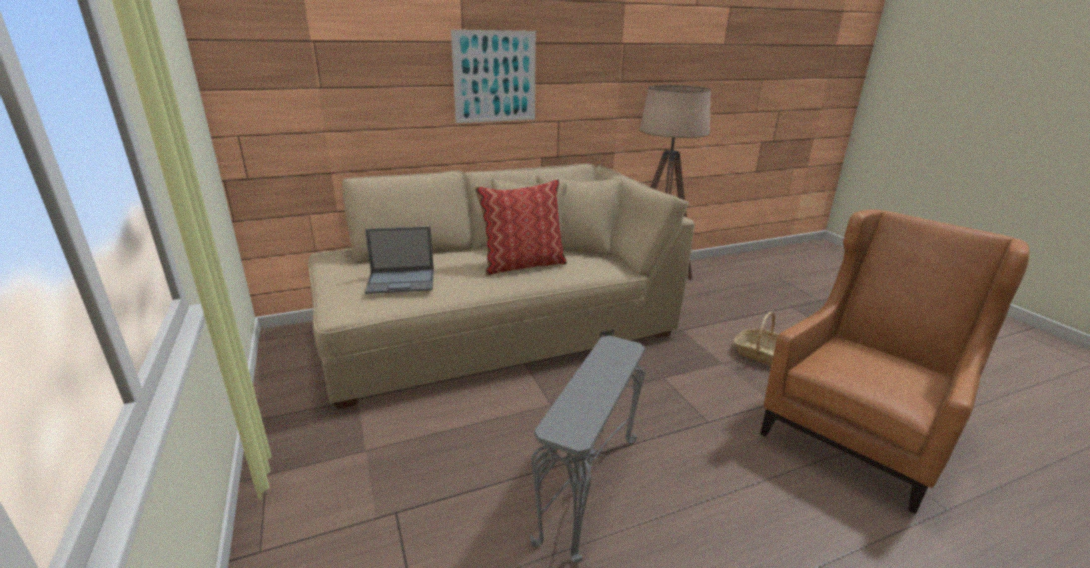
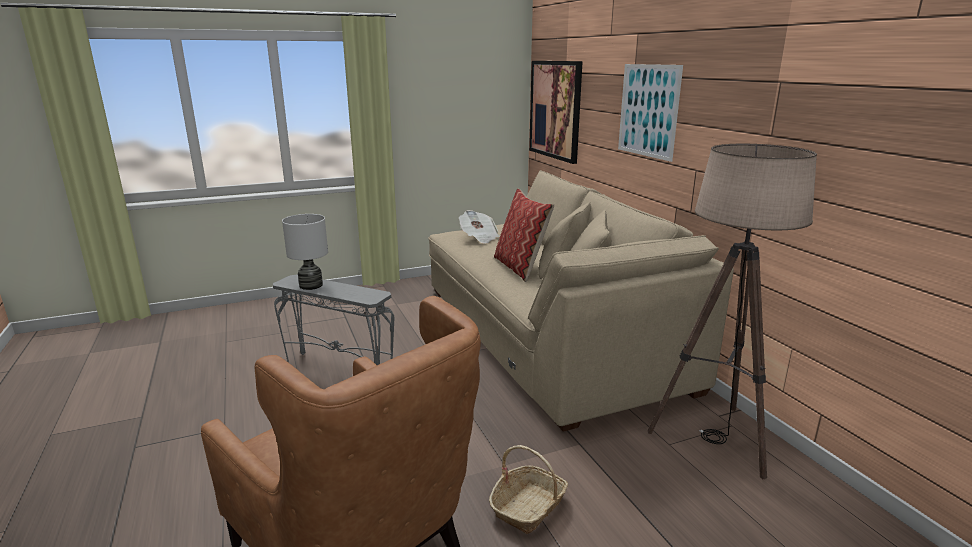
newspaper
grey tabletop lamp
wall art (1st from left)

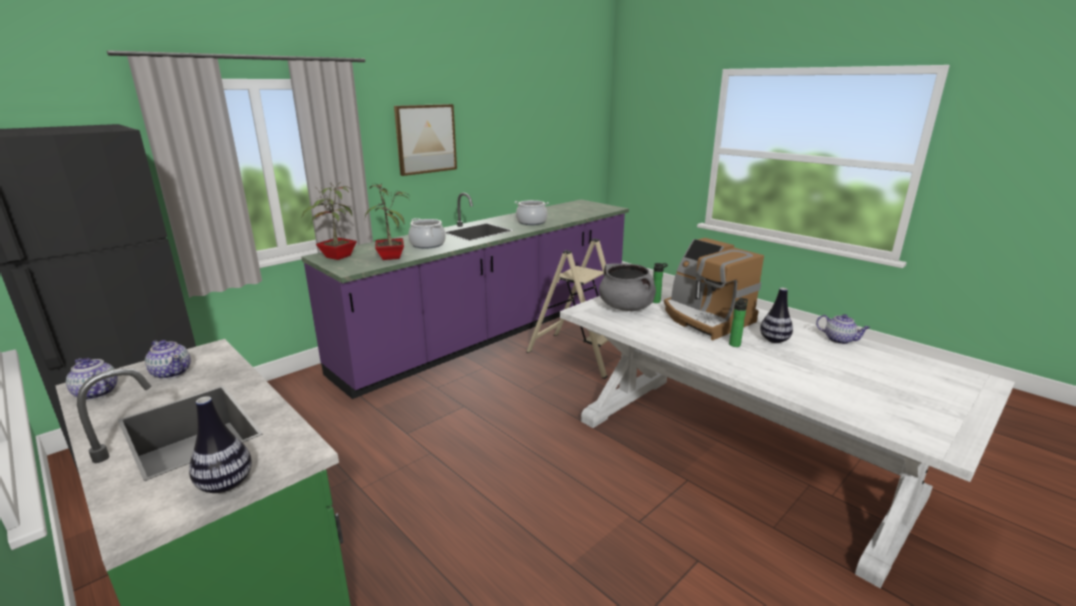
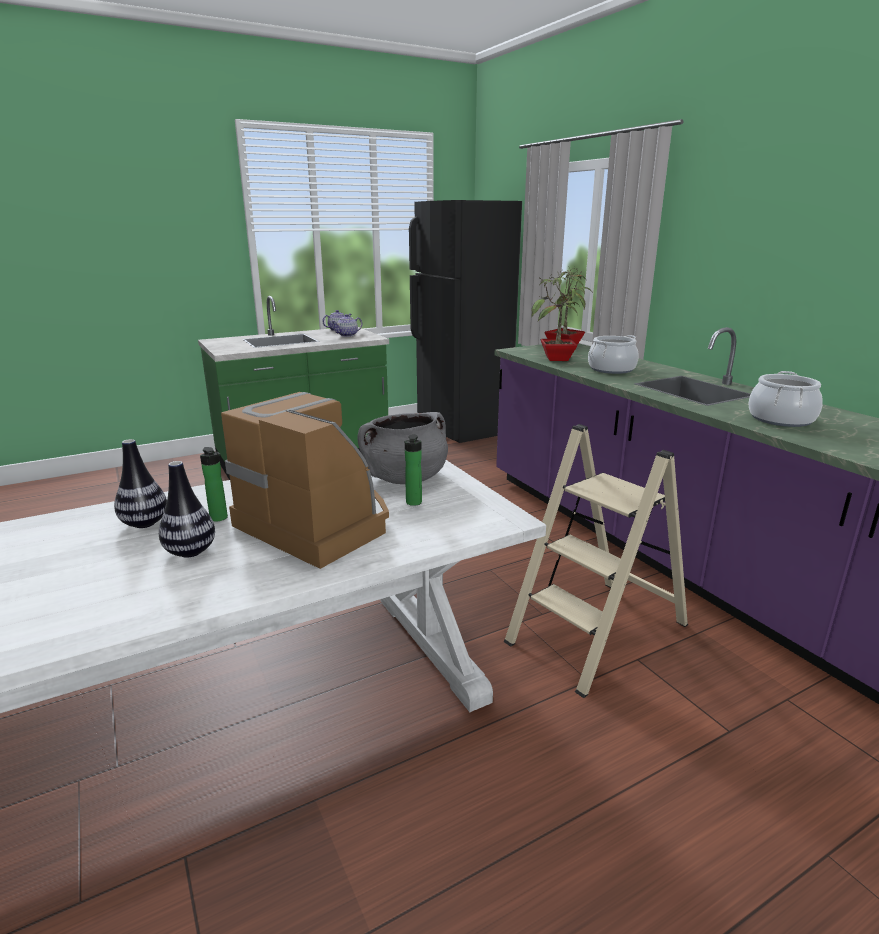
flower vase (1st from left)
wall art
coffee brewer
tea pot (3rd from left in the first image)

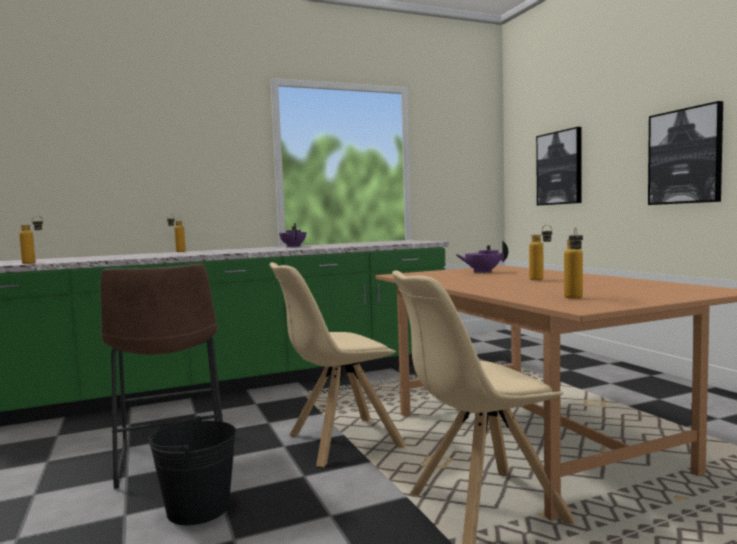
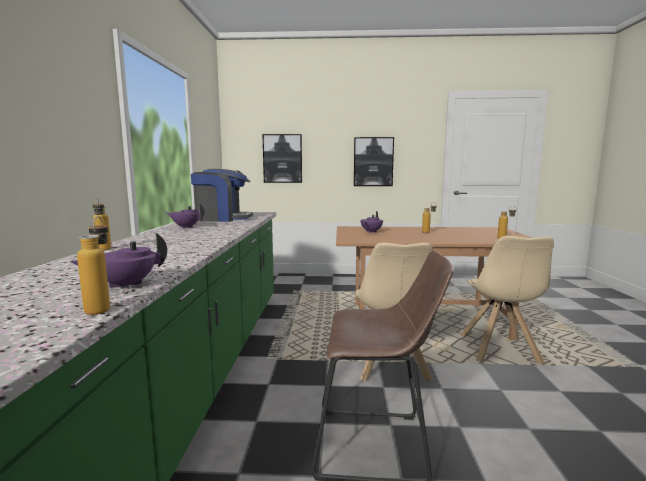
black pail
purple-coloured tea pot (1st from left)
coffee brewer

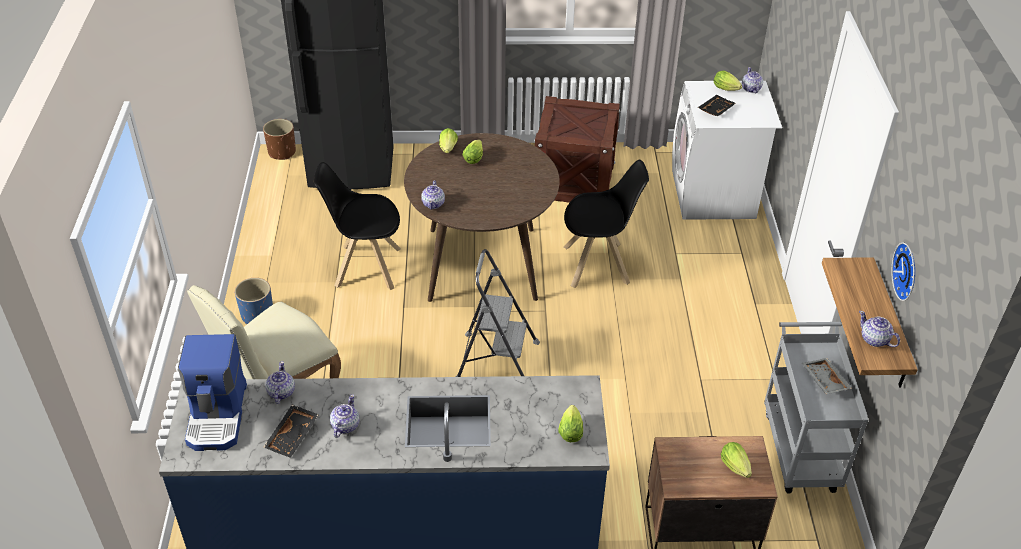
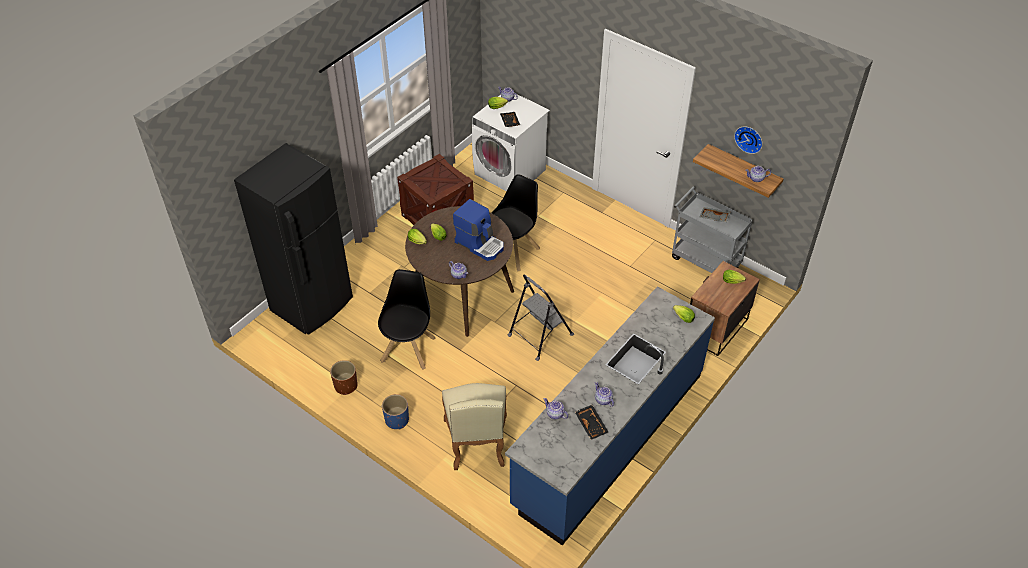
coffee brewer
brown-coloured planter
black chair (1st from left)

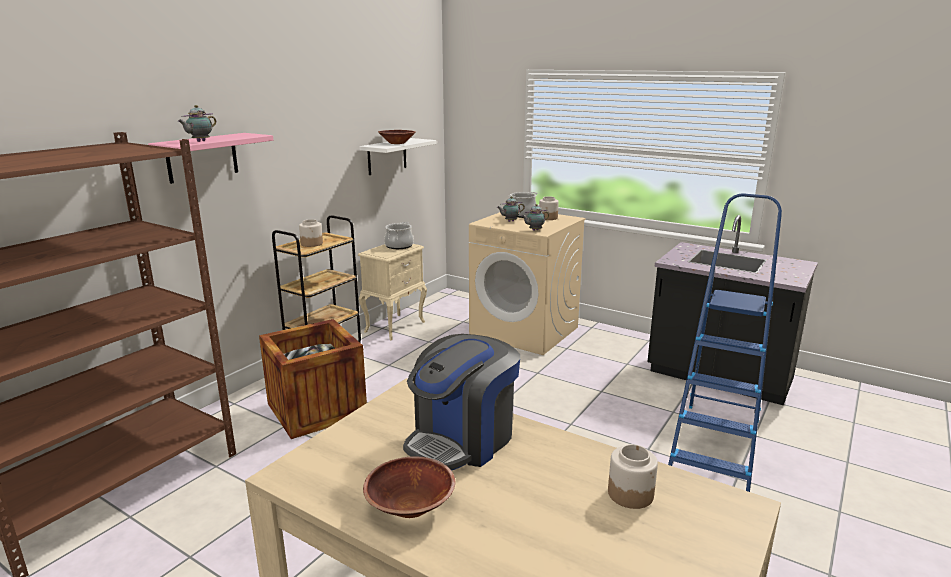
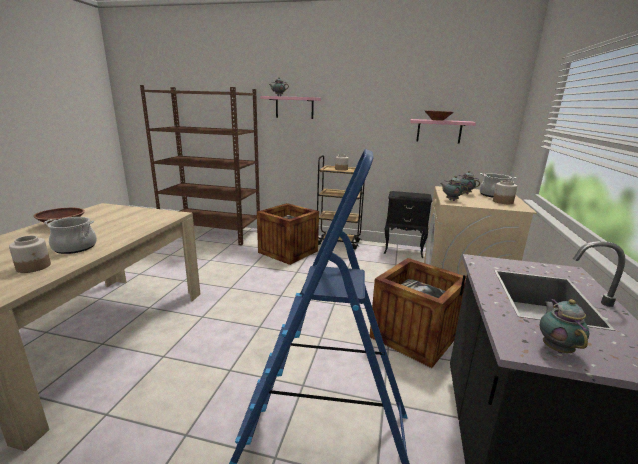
black nightstand
pinkish wall shelf (2nd from left)
stockpot (1st from left)
coffee brewer
crate (2nd from left)
tea pot (4th from left)

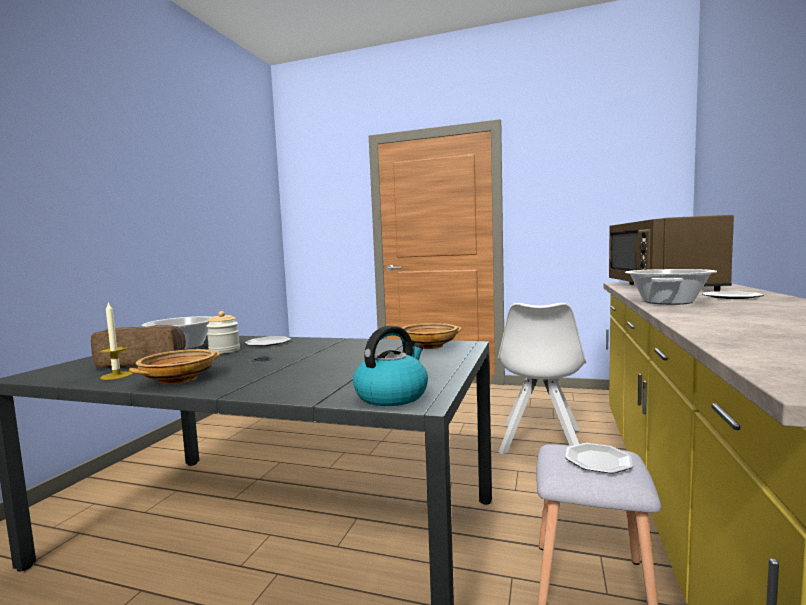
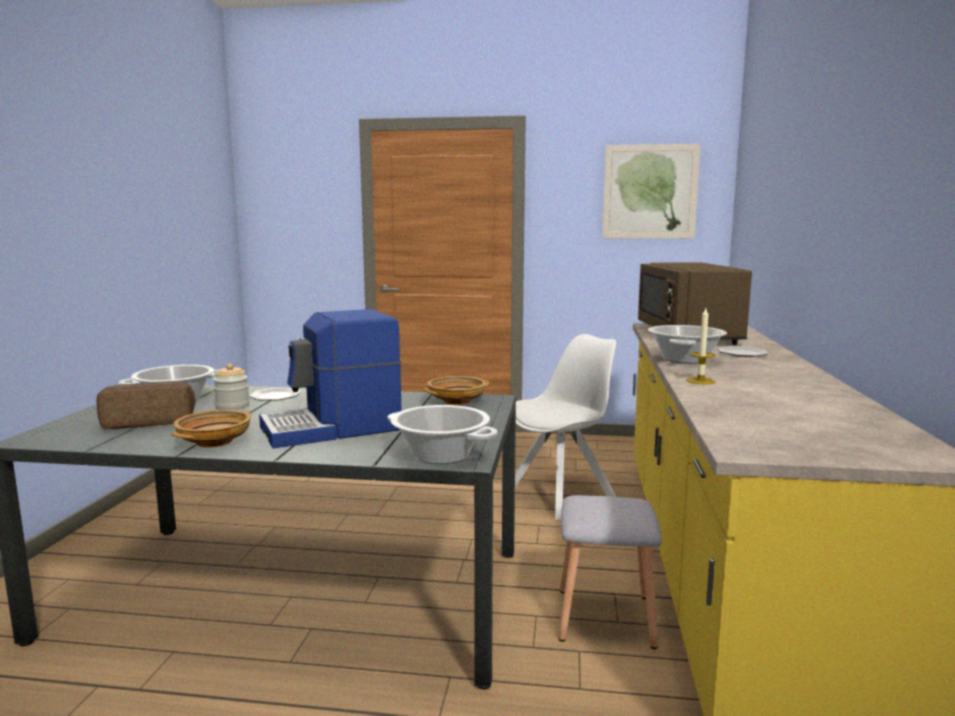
wax light
stockpot (2nd from left)
white chair
plate (2nd from left in the first image)
coffee brewer
wall art

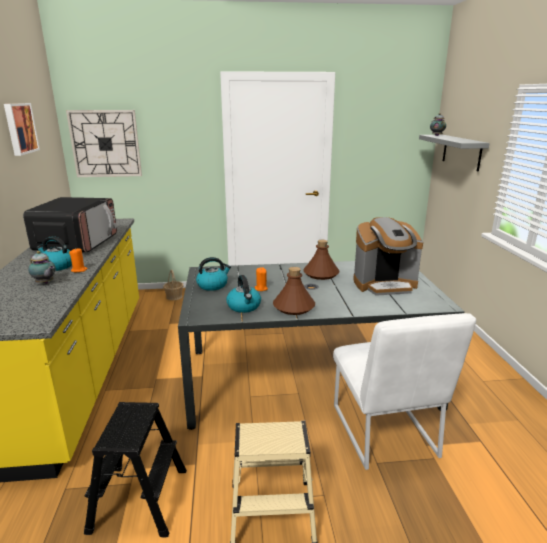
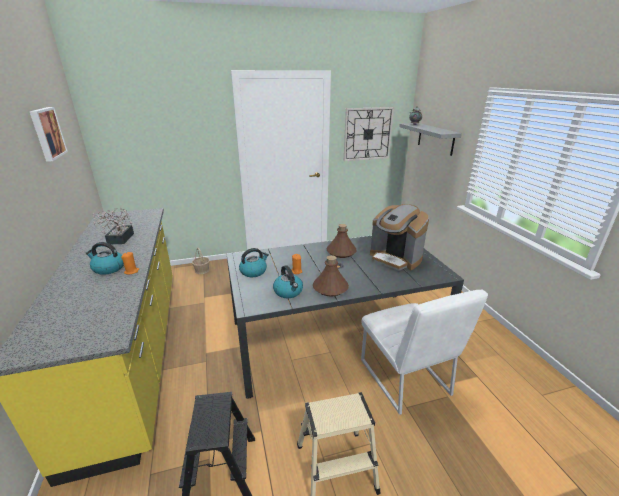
houseplant
tea pot (1st from left in the first image)
wall clock
coffee brewer

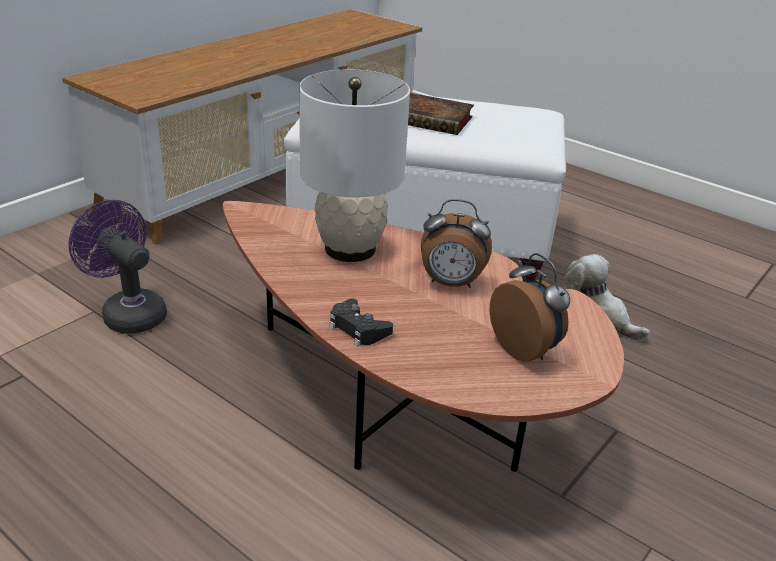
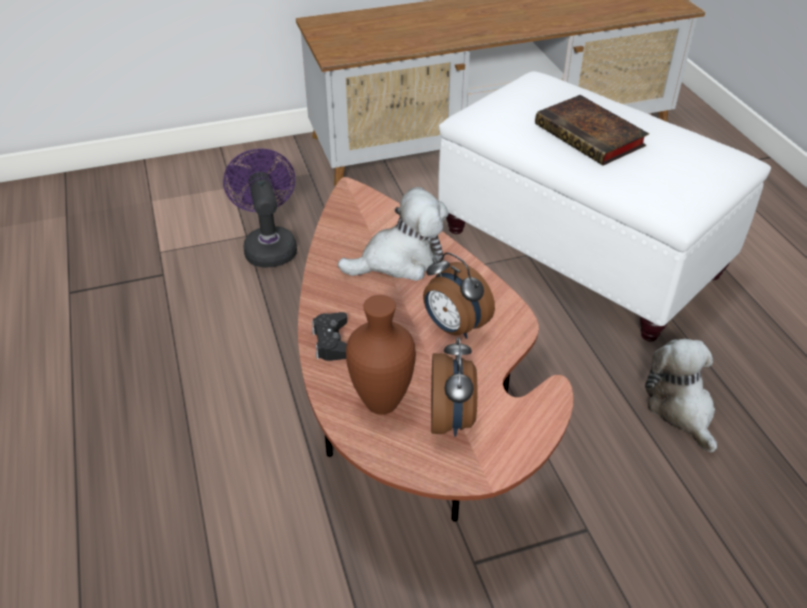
cuddly toy (1st from left)
brown-coloured flower vase

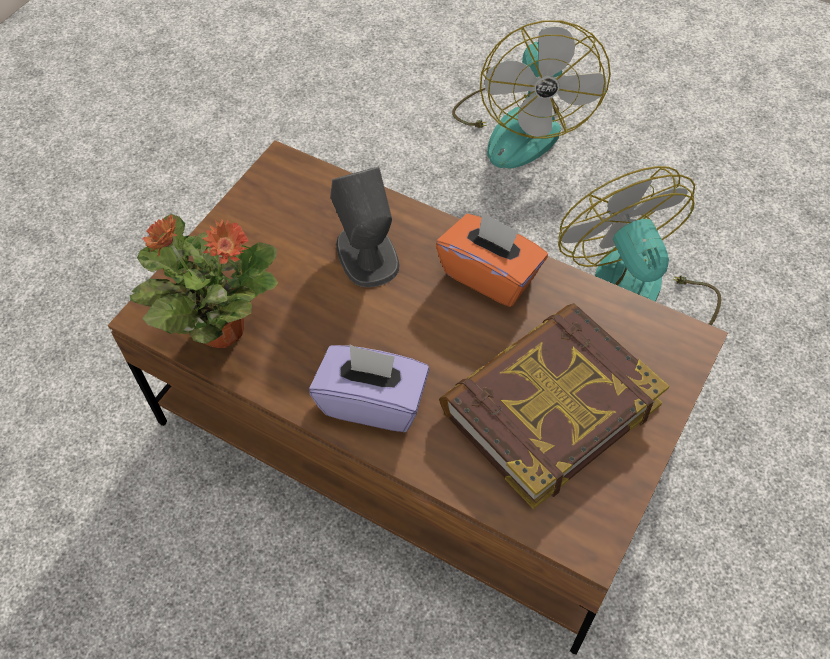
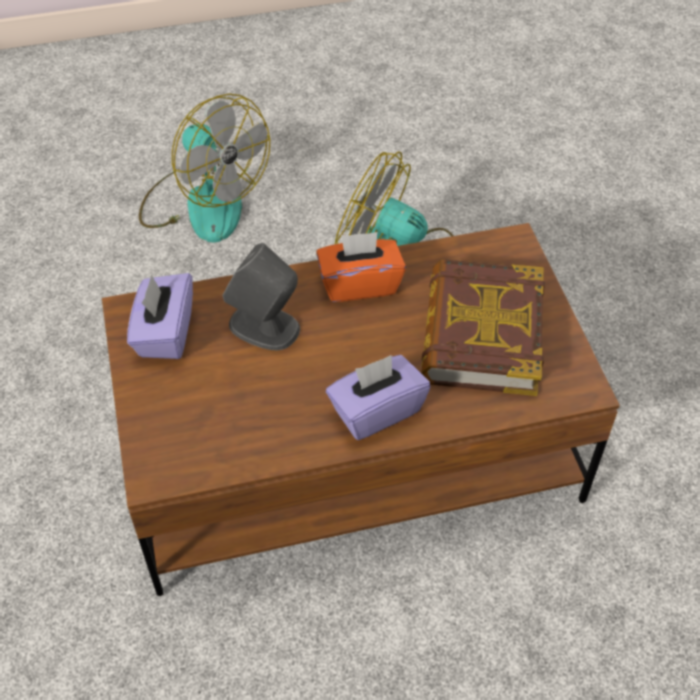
houseplant
purple-coloured tissue box (1st from left)

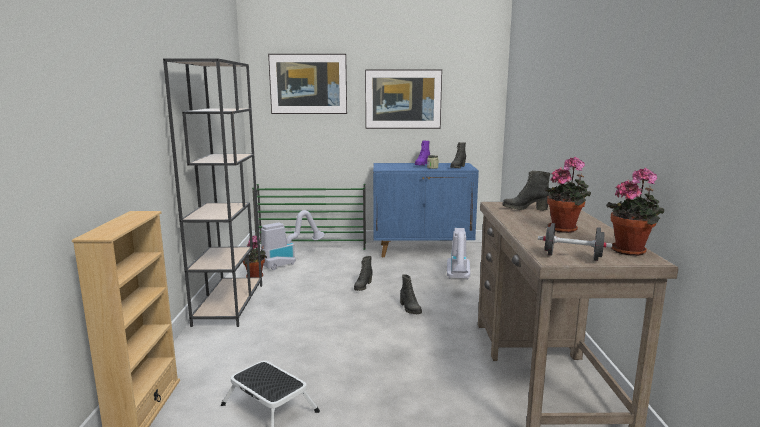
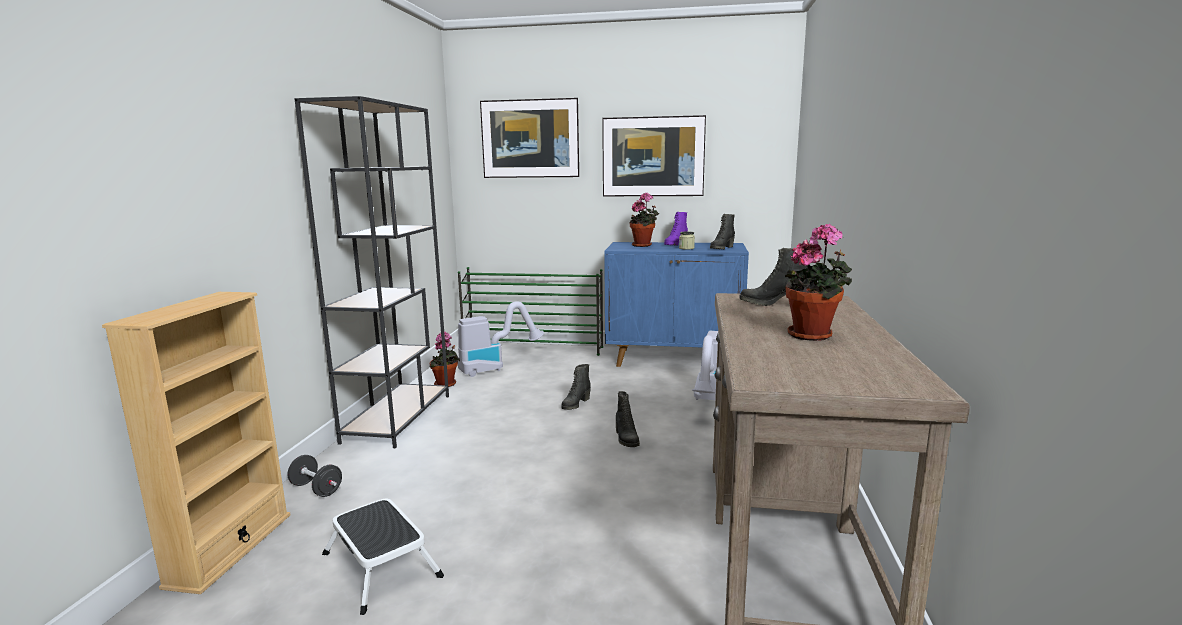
black hand weight
houseplant (2nd from left)

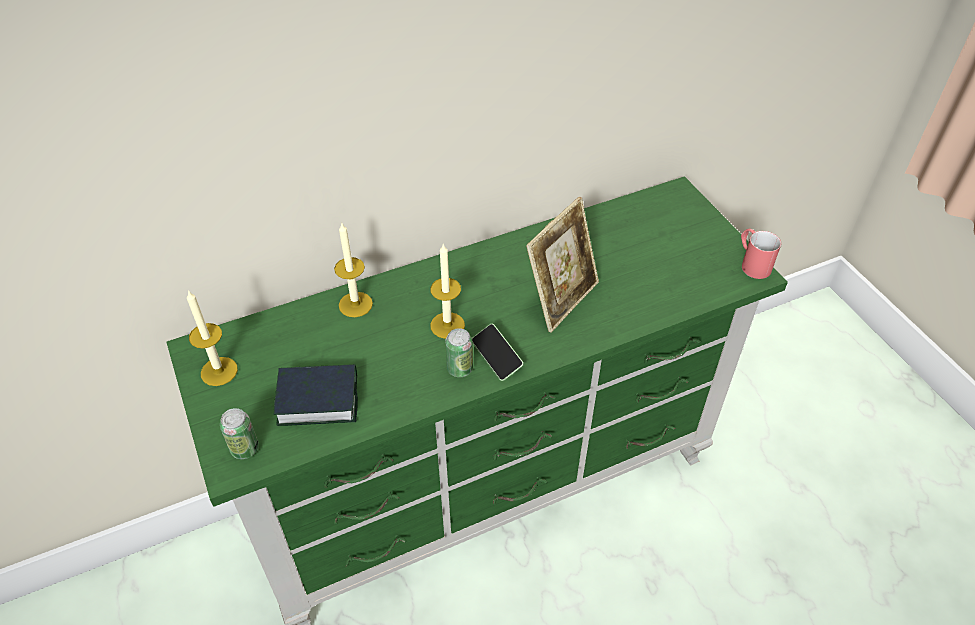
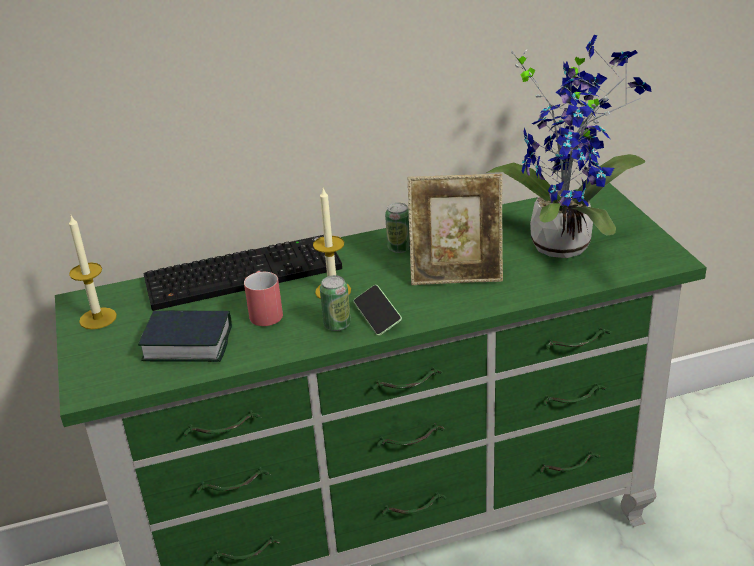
metal can (2nd from left)
keyboard
standing frame
reddish tea mug
houseplant

